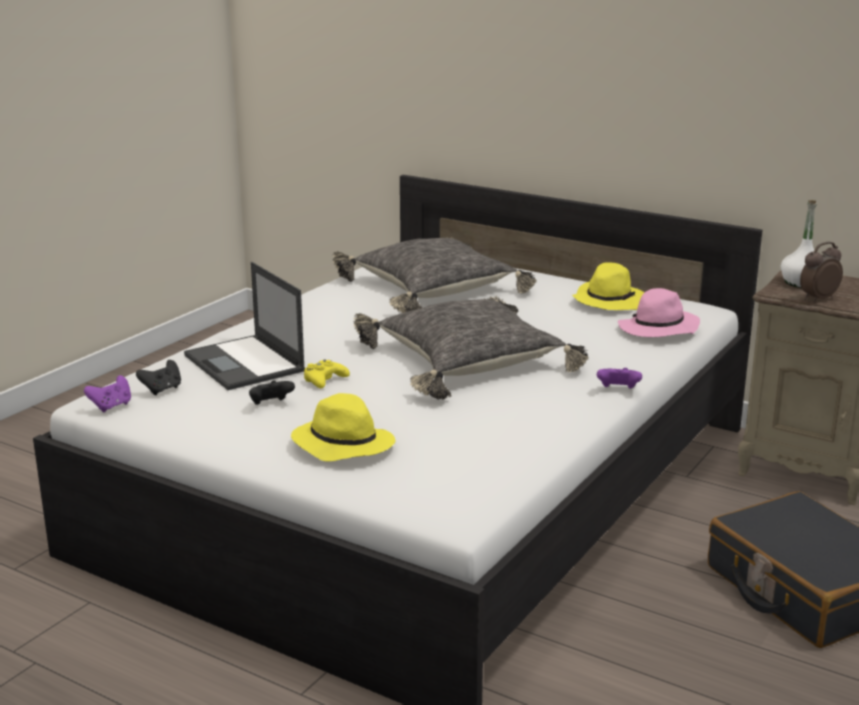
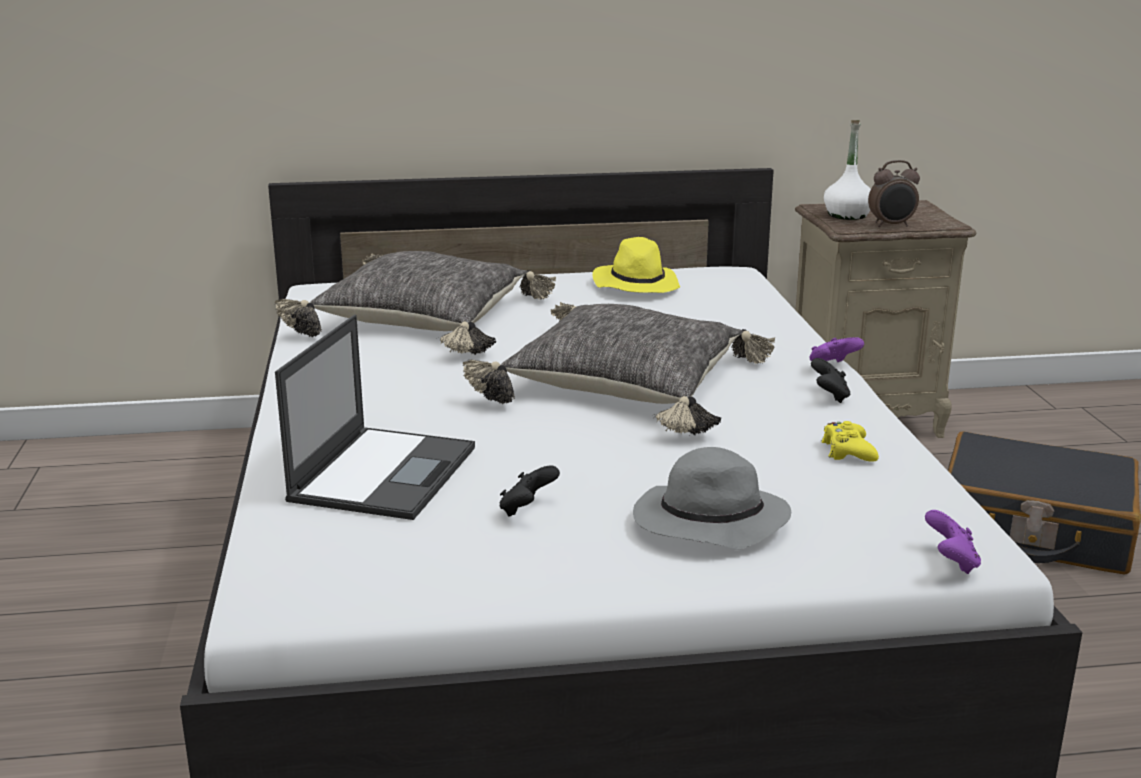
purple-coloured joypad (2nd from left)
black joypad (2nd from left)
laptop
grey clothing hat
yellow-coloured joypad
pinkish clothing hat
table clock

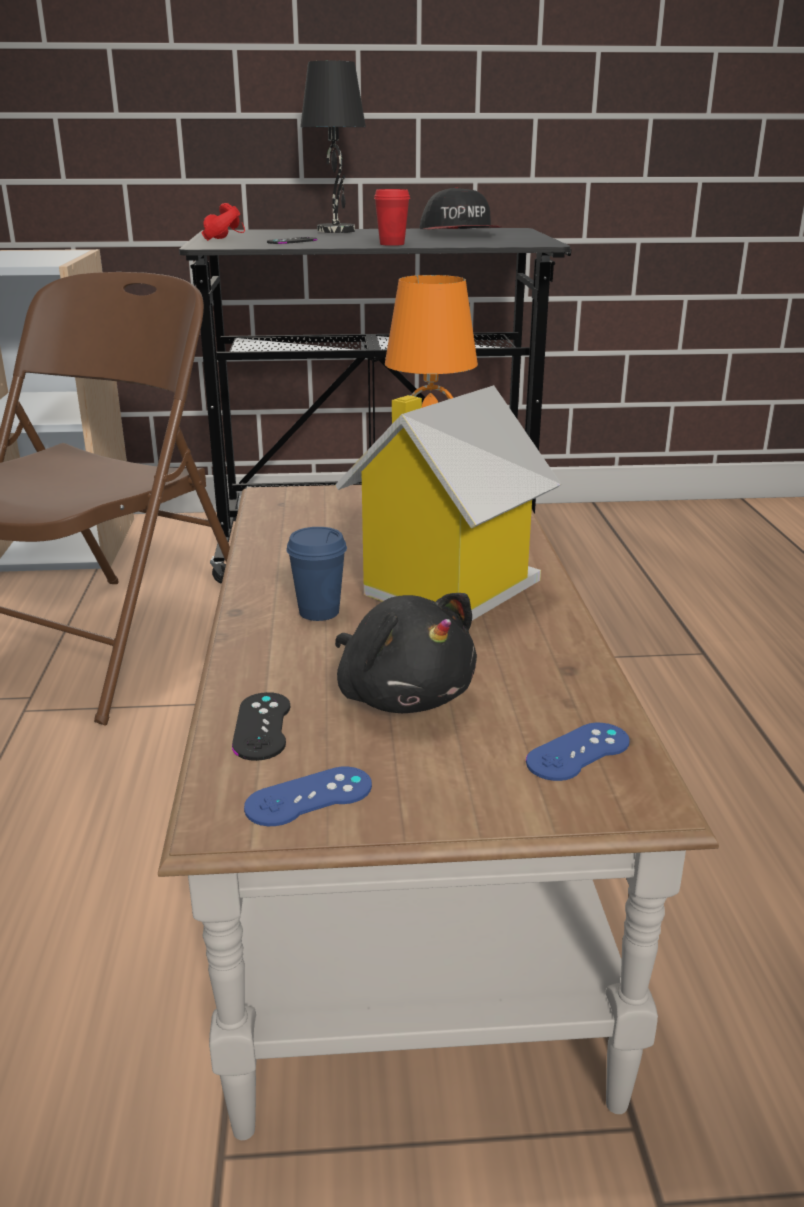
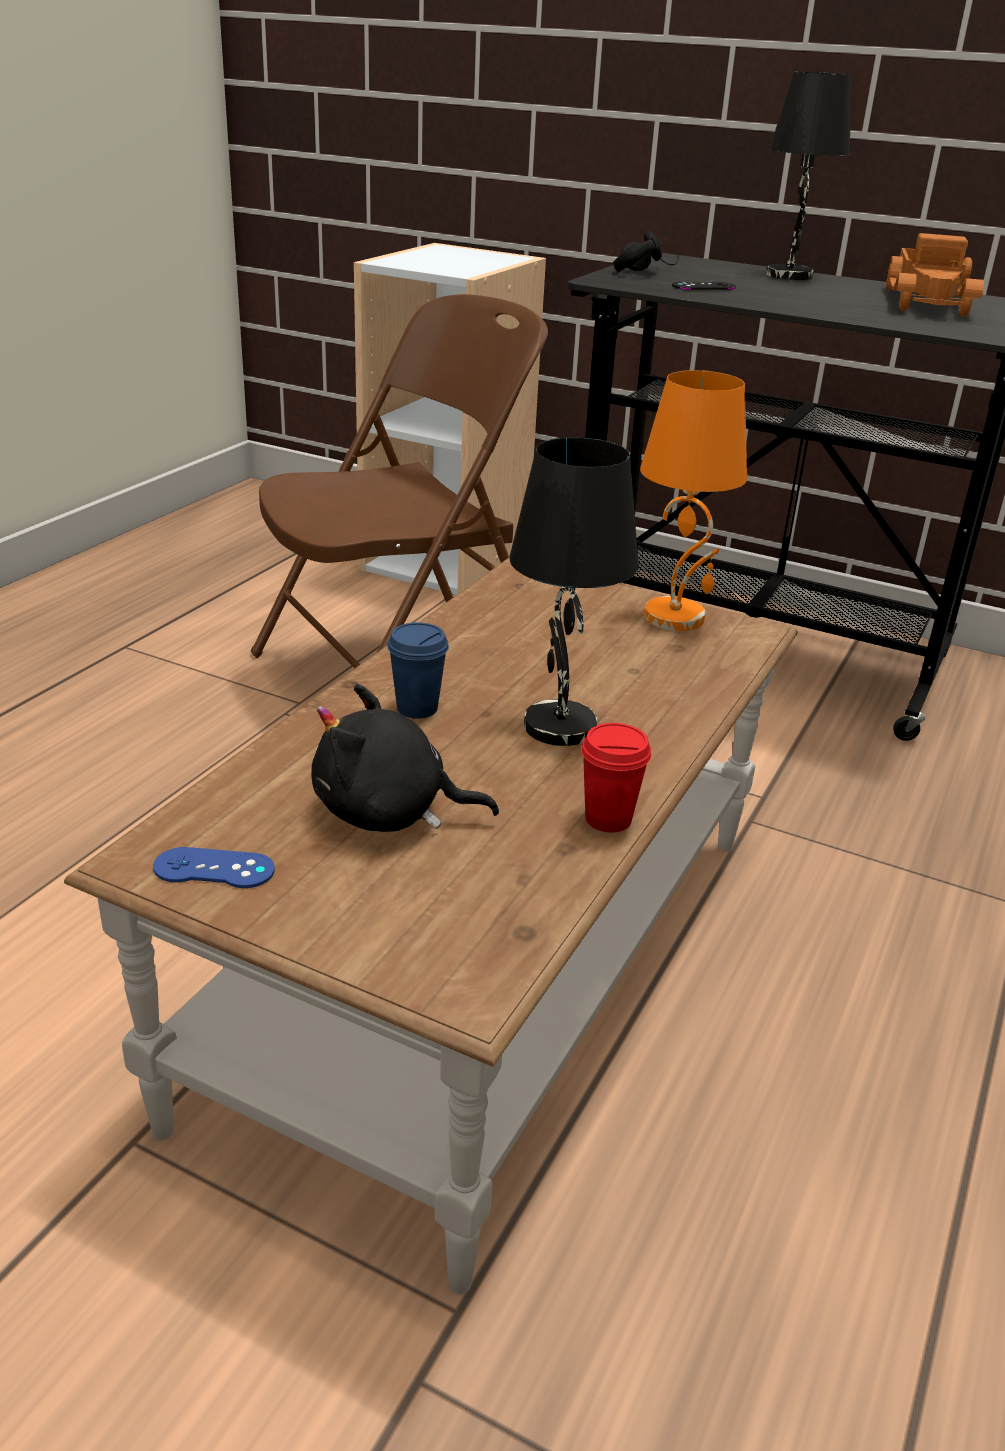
black headset
black joypad (1st from left in the first image)
black tabletop lamp (1st from left)
black cuddly toy
reddish small cup
toy lorry
blue joypad (2nd from left in the first image)

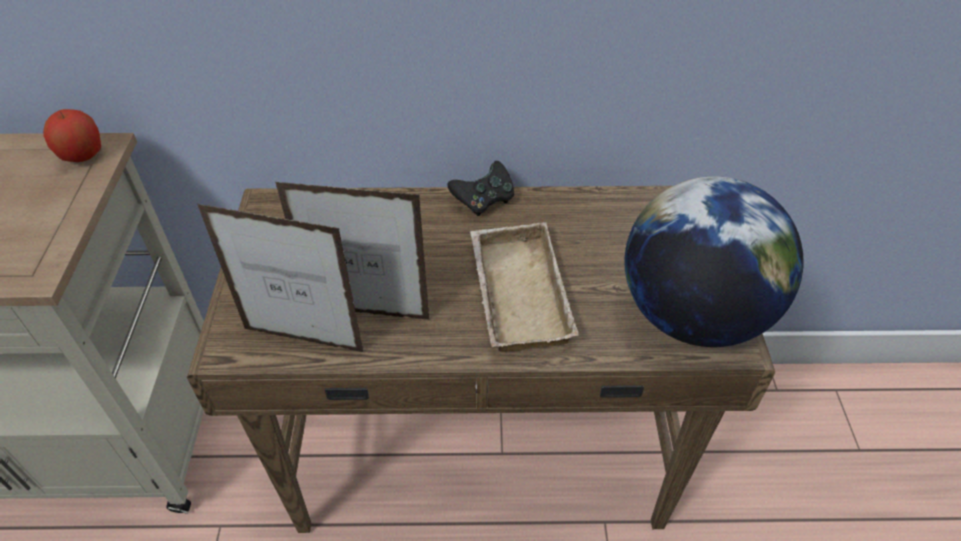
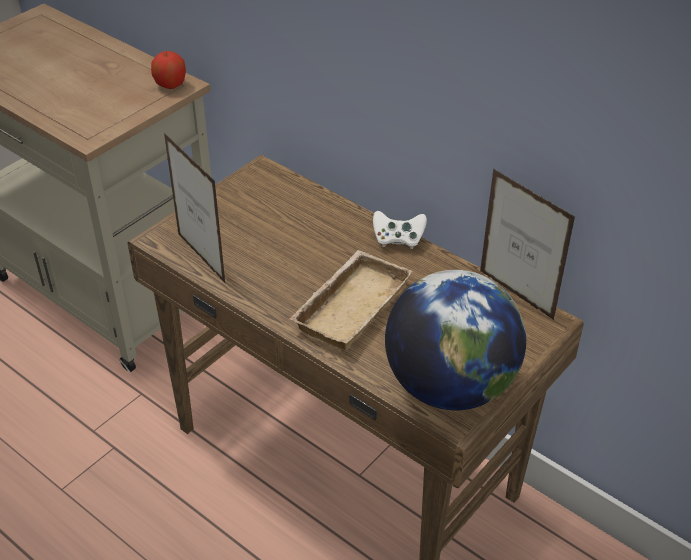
standing frame (2nd from left)
white joypad

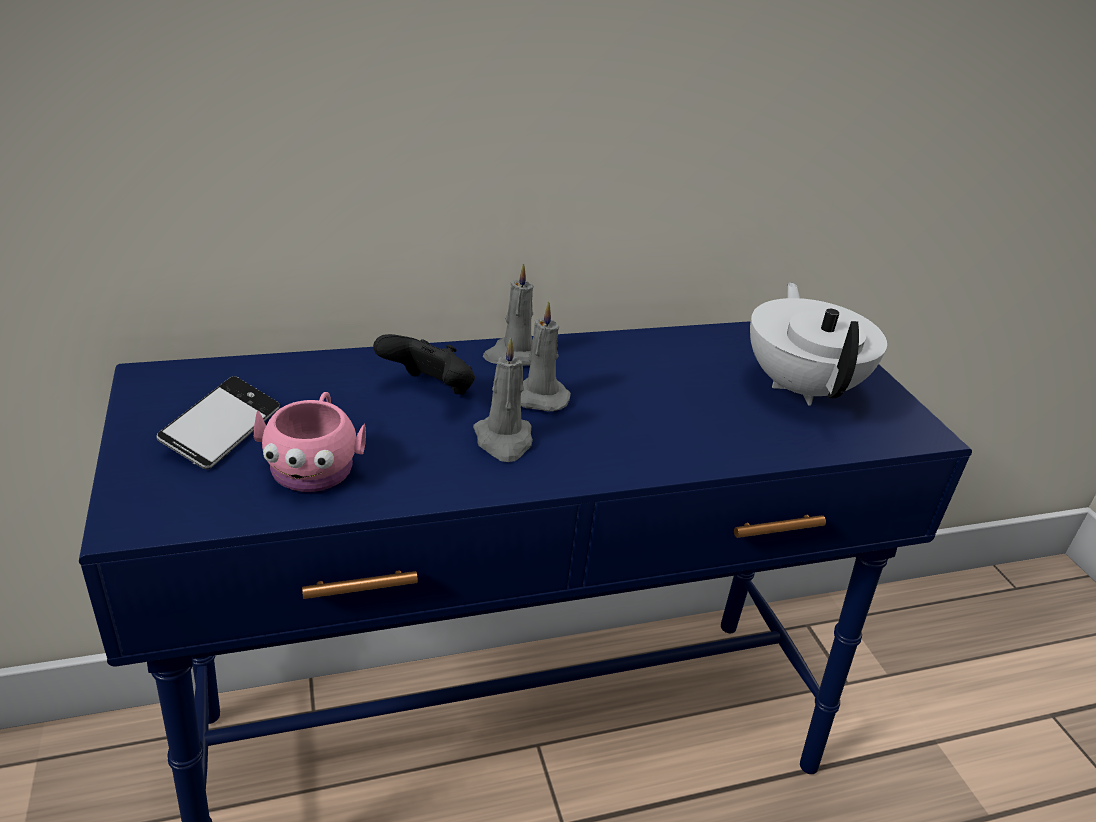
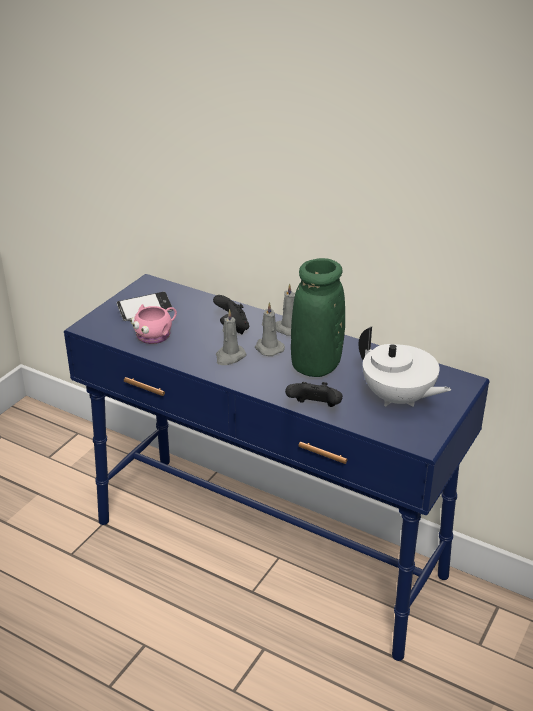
white tea pot
black joypad (2nd from left)
greenish flower vase

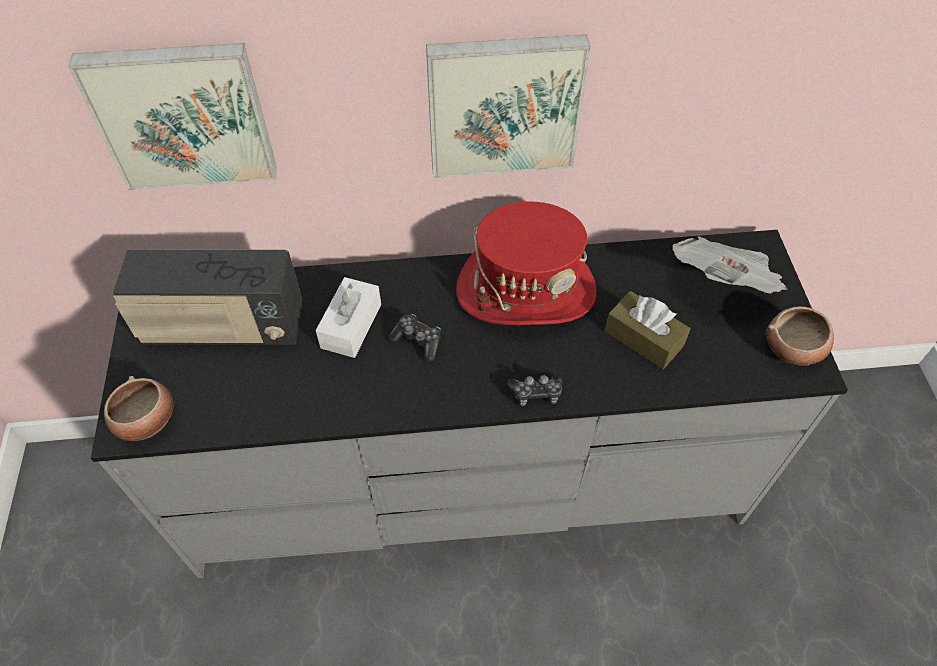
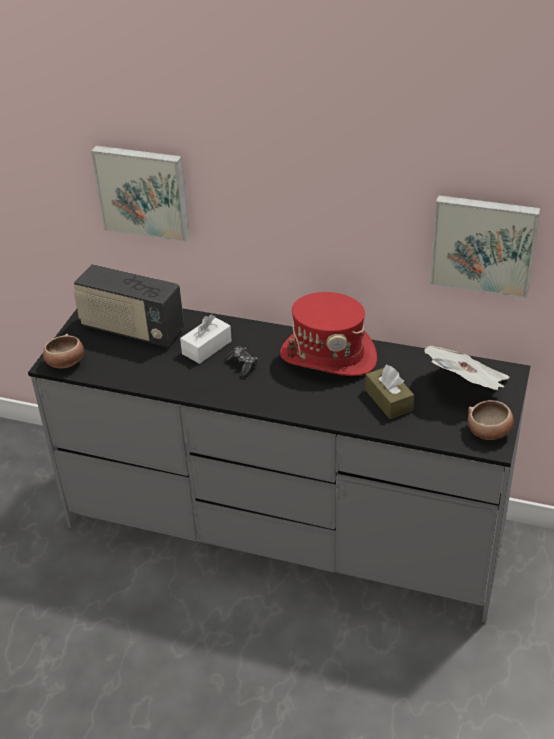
wall art (2nd from left)
joypad (2nd from left in the first image)

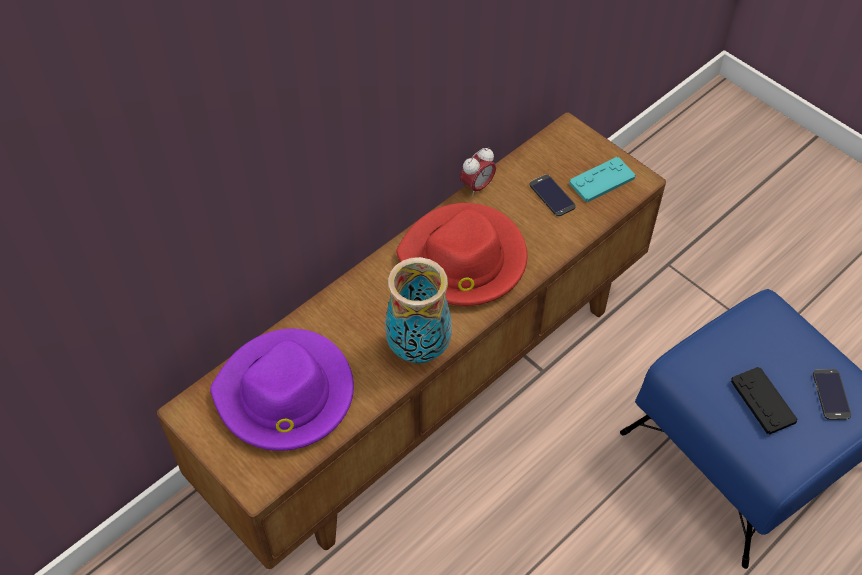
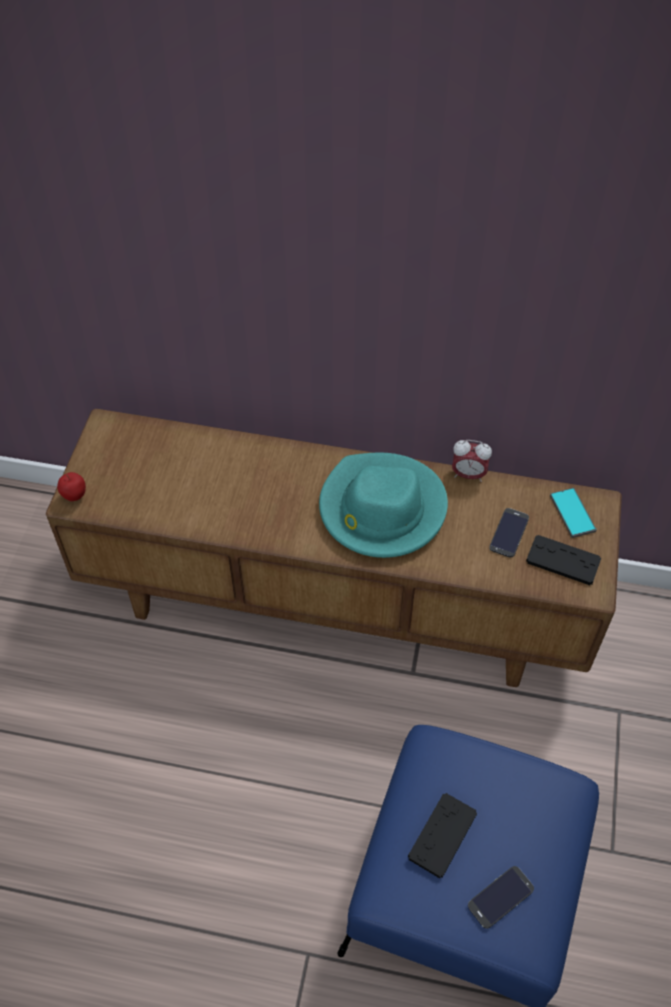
purple-coloured clothing hat
flower vase
blue-green clothing hat
black joypad (2nd from left)
apple fruit
handset (3rd from left)

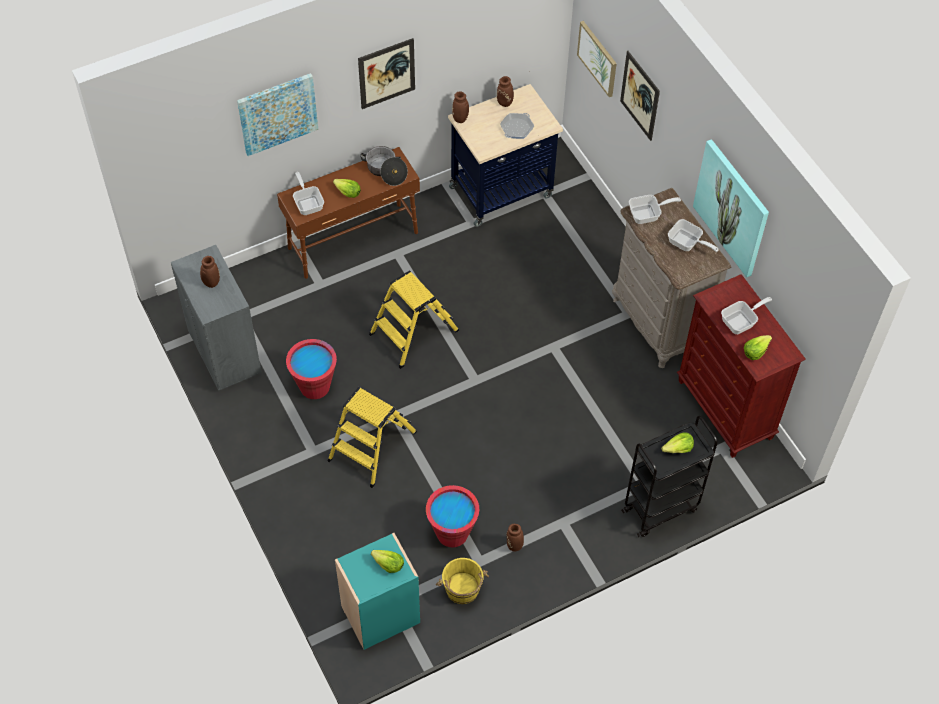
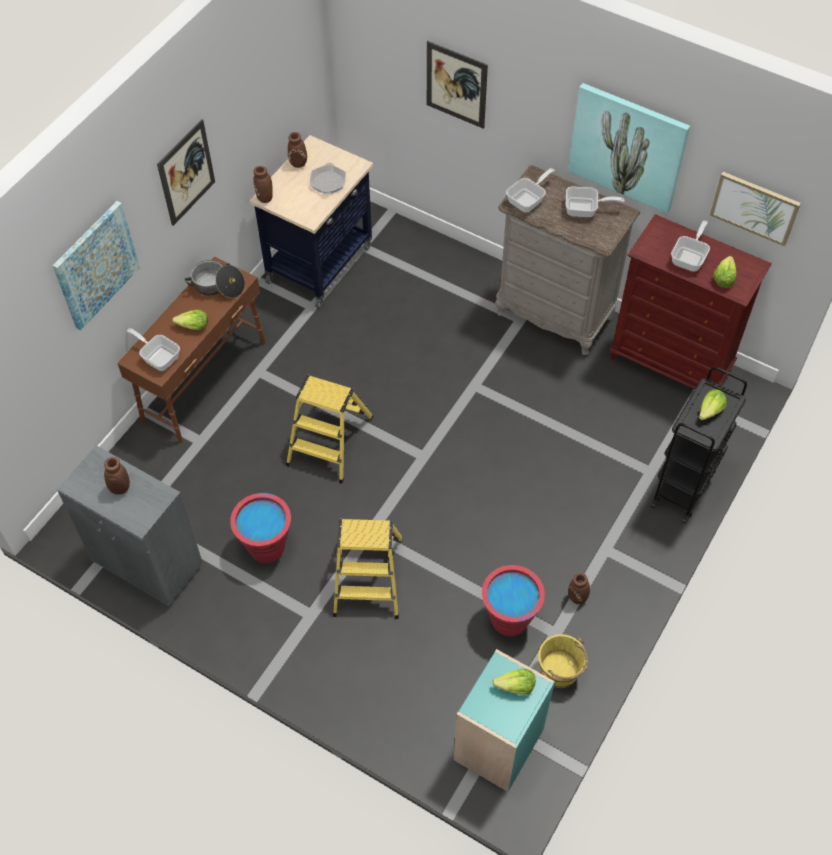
wall art (5th from left)

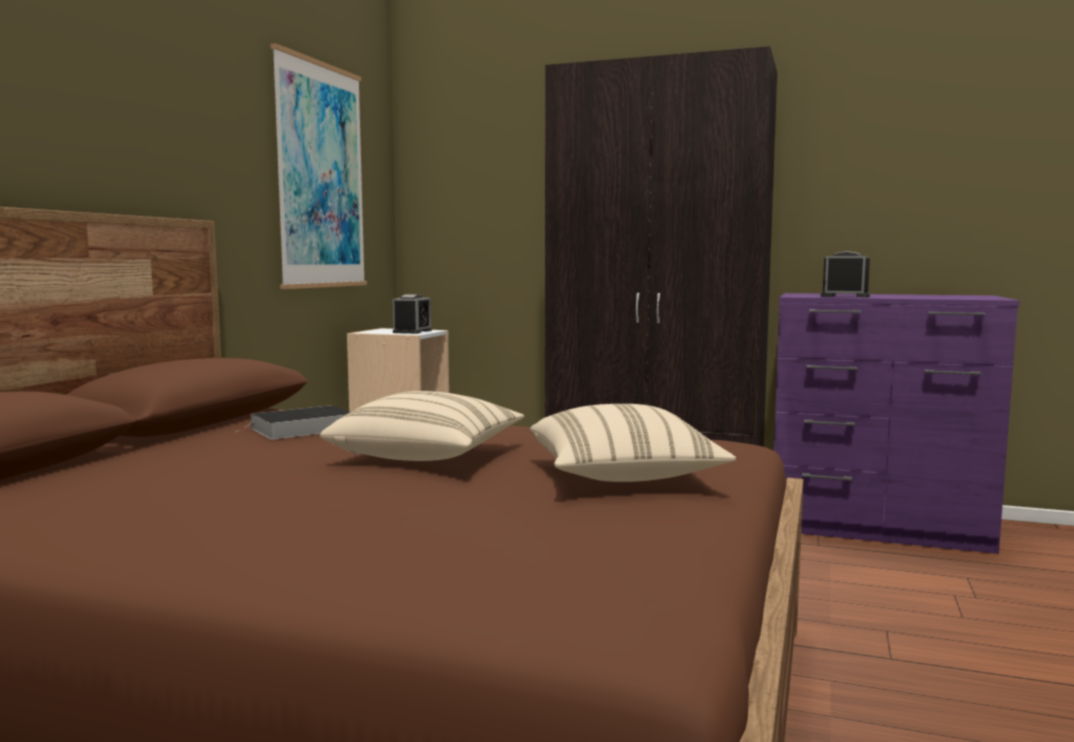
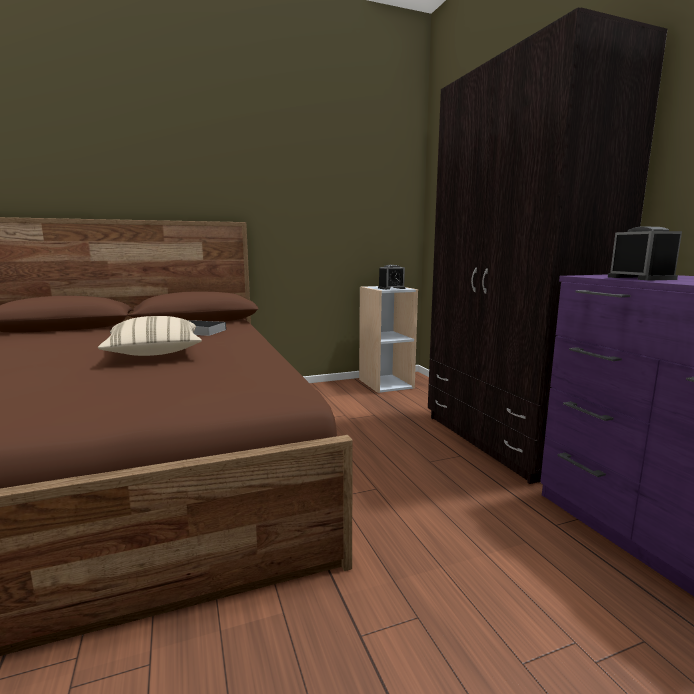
wall art
sand-coloured throw pillow (2nd from left in the first image)

